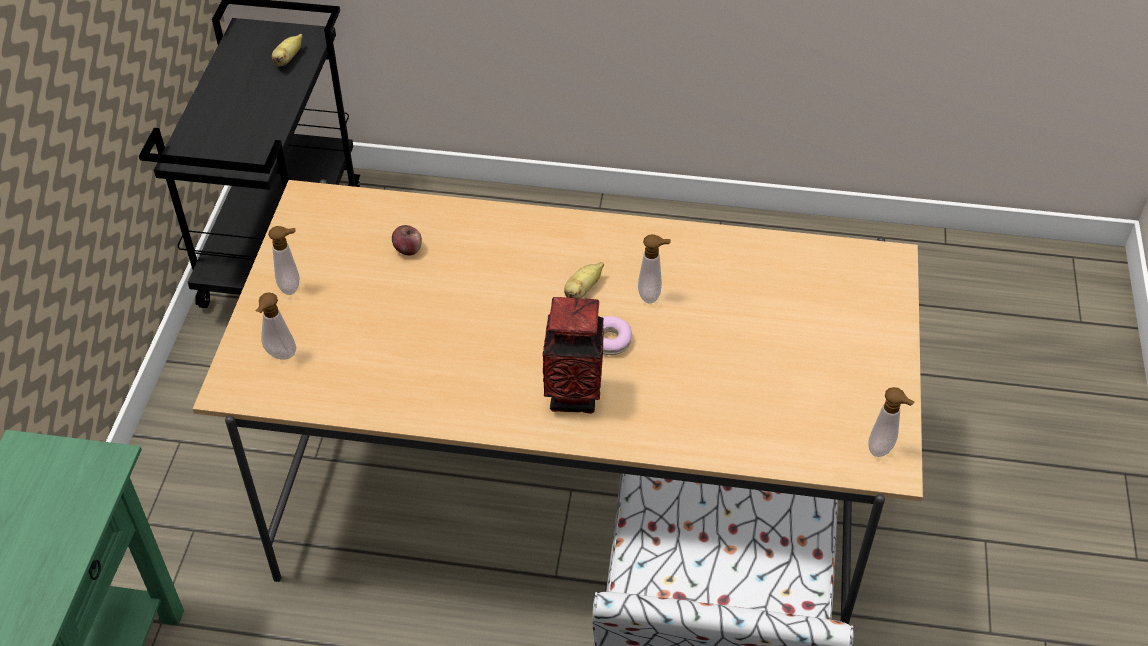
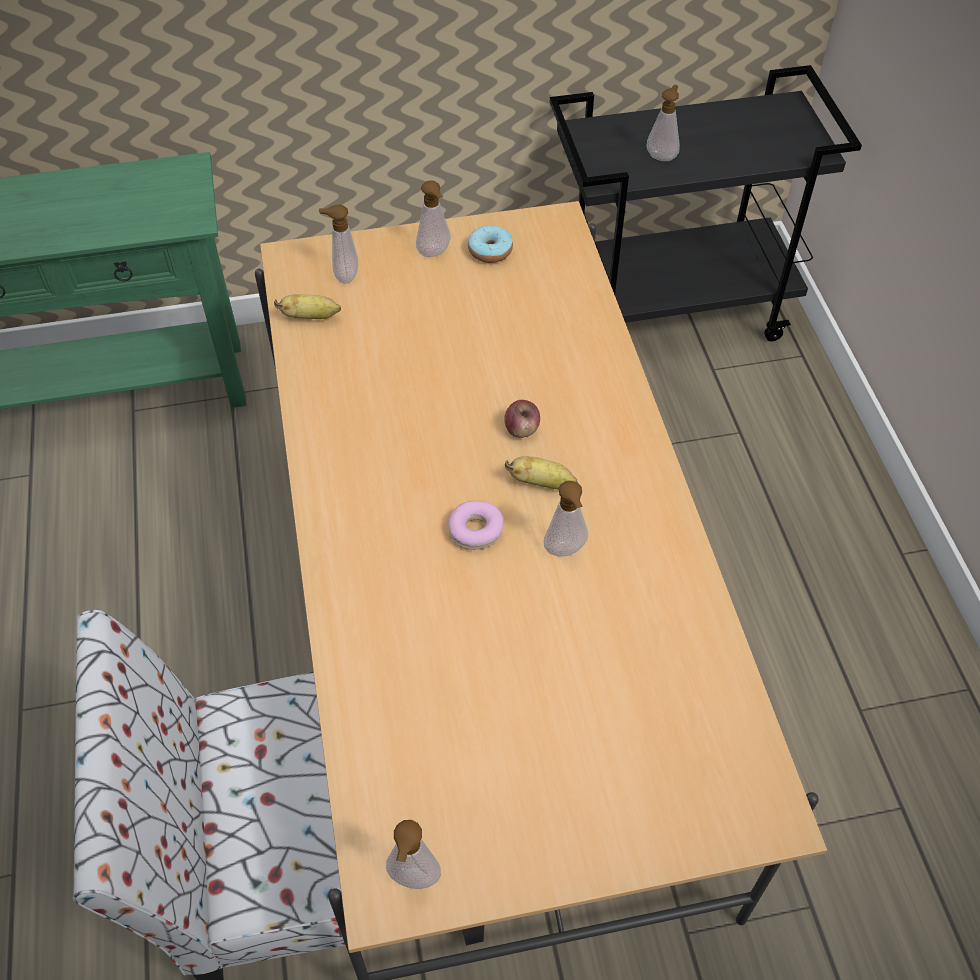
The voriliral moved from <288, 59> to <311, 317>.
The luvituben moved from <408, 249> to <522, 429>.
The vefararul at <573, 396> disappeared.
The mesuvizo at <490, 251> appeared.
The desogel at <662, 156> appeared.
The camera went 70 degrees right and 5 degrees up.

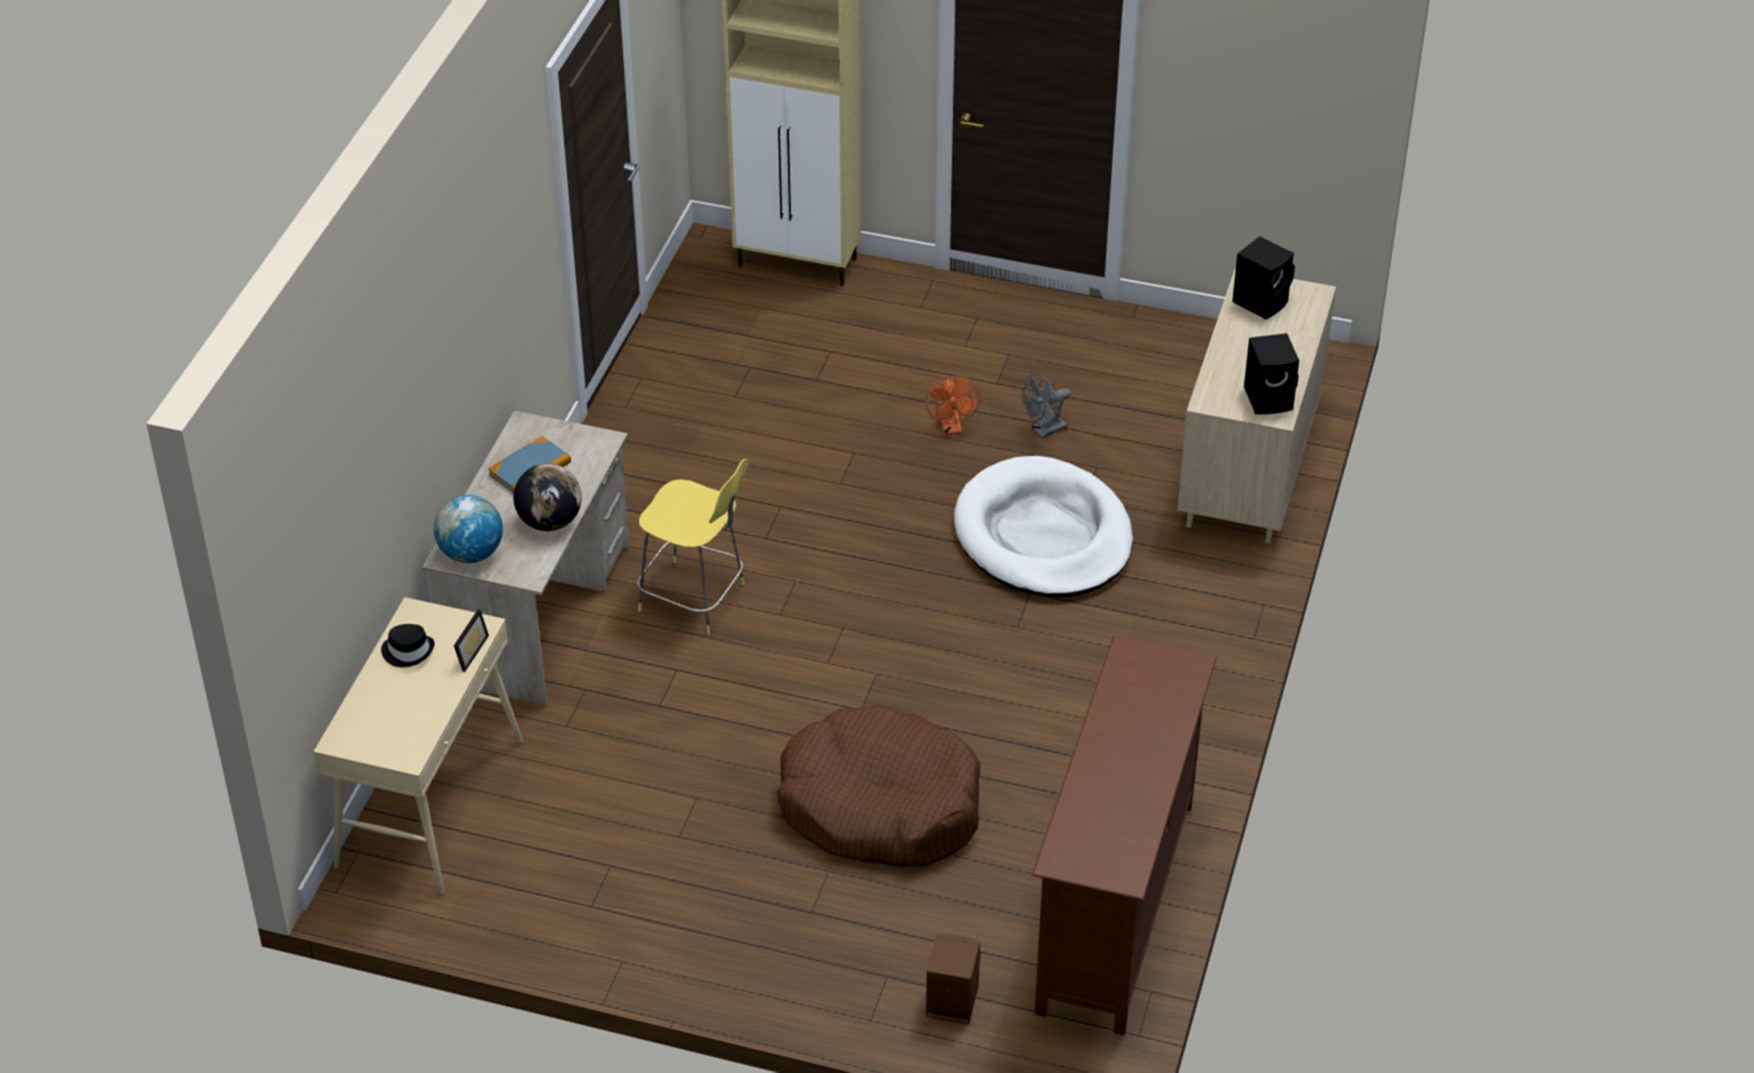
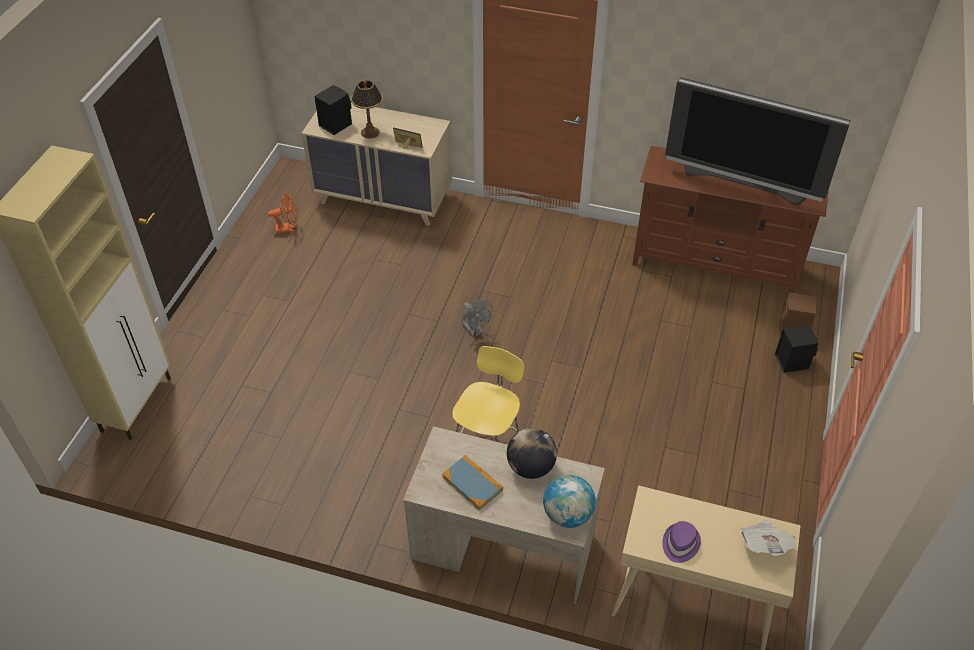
The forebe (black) at <408, 651> became the forebe (purple) at <680, 544>.
The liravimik moved from <467, 651> to <407, 147>.
The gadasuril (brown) at <880, 806> disappeared.
The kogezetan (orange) moved from <951, 428> to <288, 228>.
The gadasuril (white) at <1043, 536> disappeared.
The kogezetan (grey) moved from <1044, 431> to <475, 331>.
The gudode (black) moved from <1270, 399> to <791, 361>.
The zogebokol at <370, 132> appeared.
The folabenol at <743, 183> appeared.
The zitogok at <764, 545> appeared.
The camera went 90 degrees left and 5 degrees up.

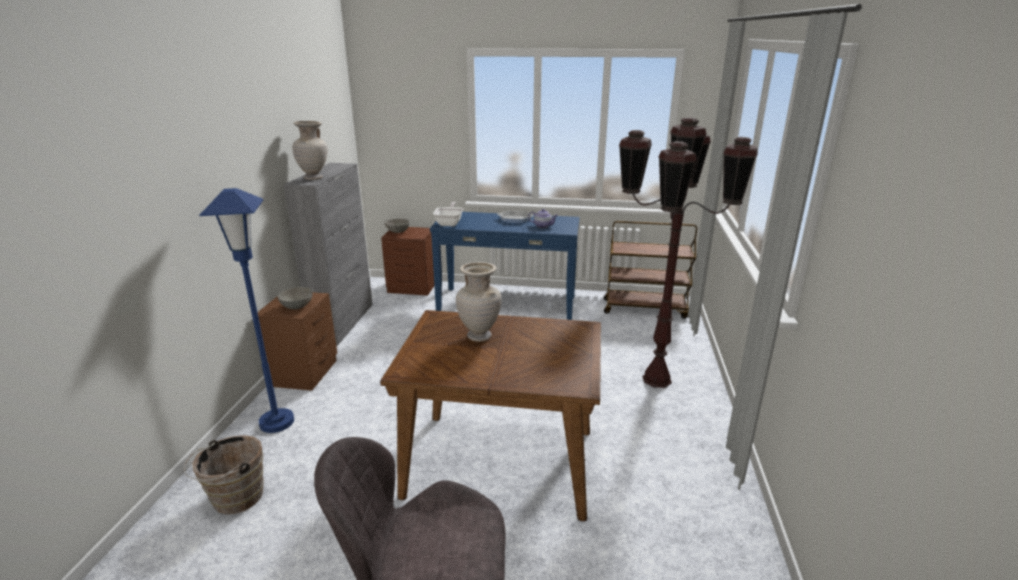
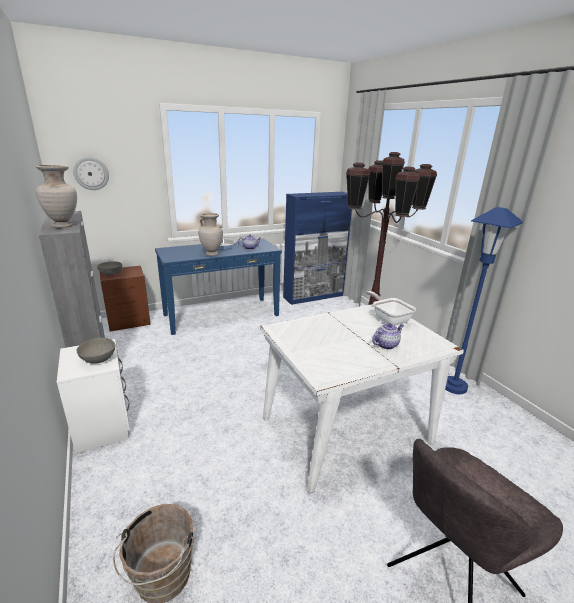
The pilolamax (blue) moved from <277, 422> to <454, 386>.
The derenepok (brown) at <306, 372> became the derenepok (white) at <103, 424>.
The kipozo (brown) at <502, 463> became the kipozo (white) at <346, 429>.
The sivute moved from <450, 223> to <389, 319>.
The vefararul (beige) moved from <480, 336> to <212, 254>.
The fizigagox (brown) at <645, 308> was replaced by the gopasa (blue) at <313, 296>.
The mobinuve at <91, 173> appeared.
The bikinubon at <386, 344> appeared.
The camera went 35 degrees left and 0 degrees up.

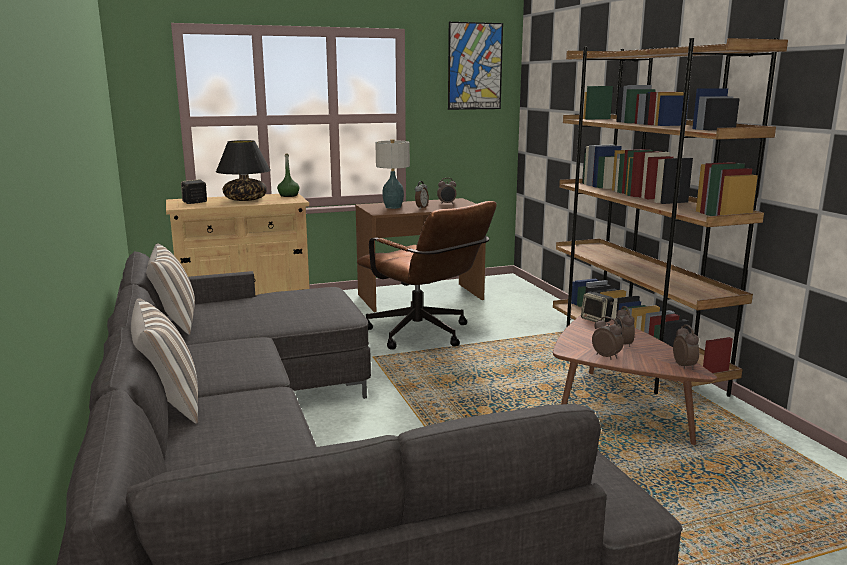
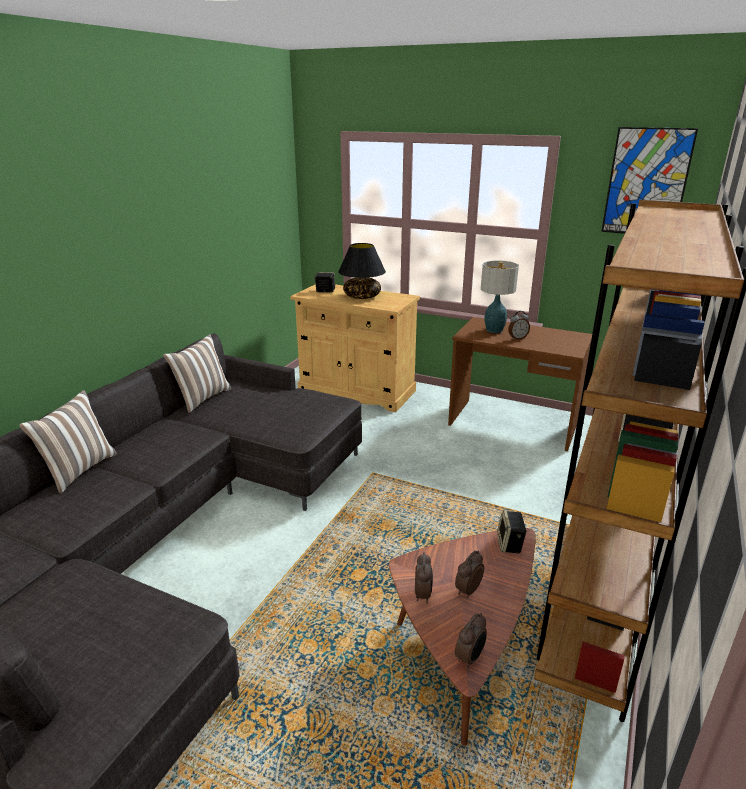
The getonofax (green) at <289, 195> disappeared.
The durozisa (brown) at <424, 336> disappeared.
The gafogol at <446, 203> disappeared.
The camera went 45 degrees right and 10 degrees up.

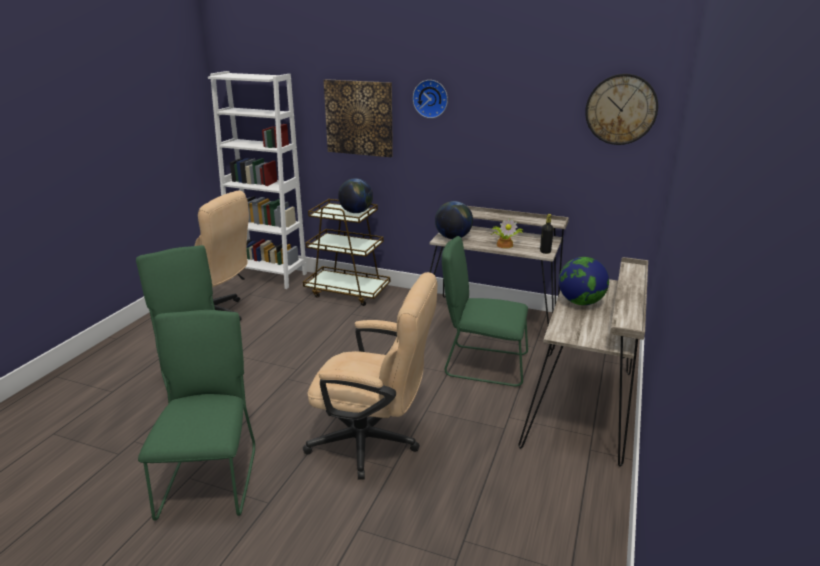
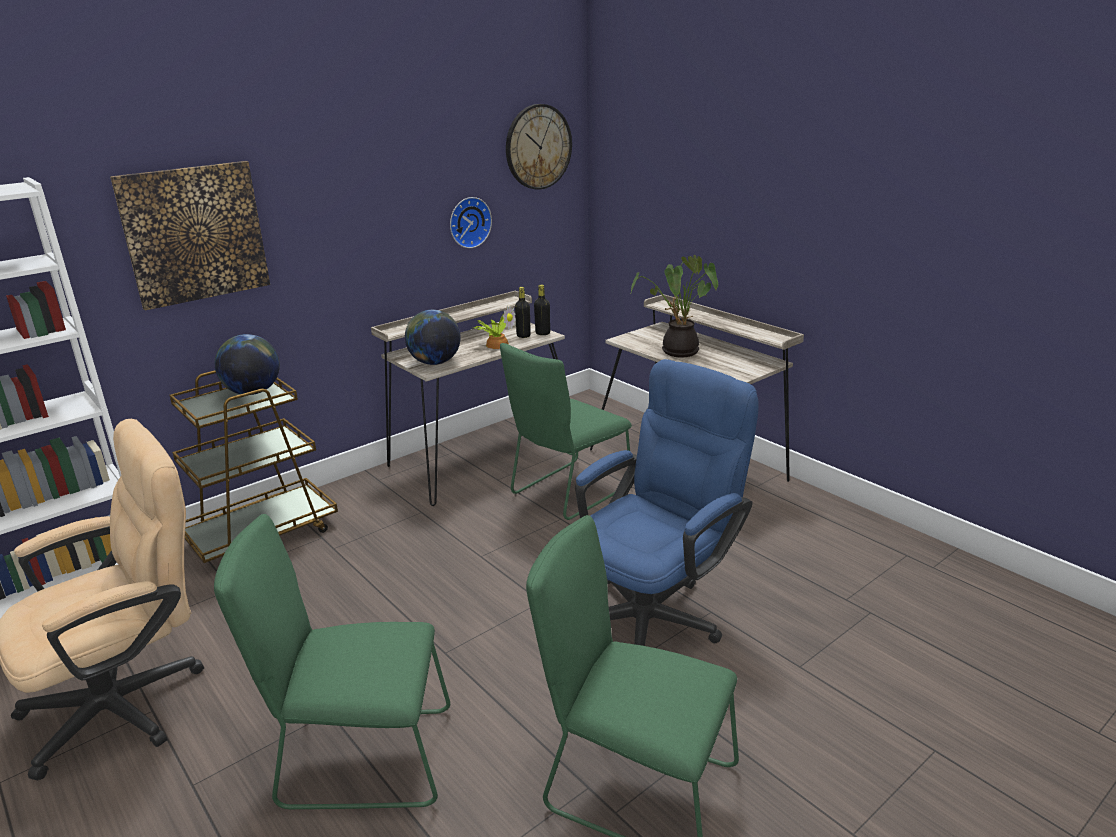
The durozisa (beige) at <373, 443> became the durozisa (blue) at <655, 613>.
The mobinuve moved from <431, 98> to <468, 222>.
The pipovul at <580, 302> was replaced by the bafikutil at <677, 352>.
The getonofax (black) at <523, 336> appeared.
The camera went 60 degrees left and 0 degrees up.

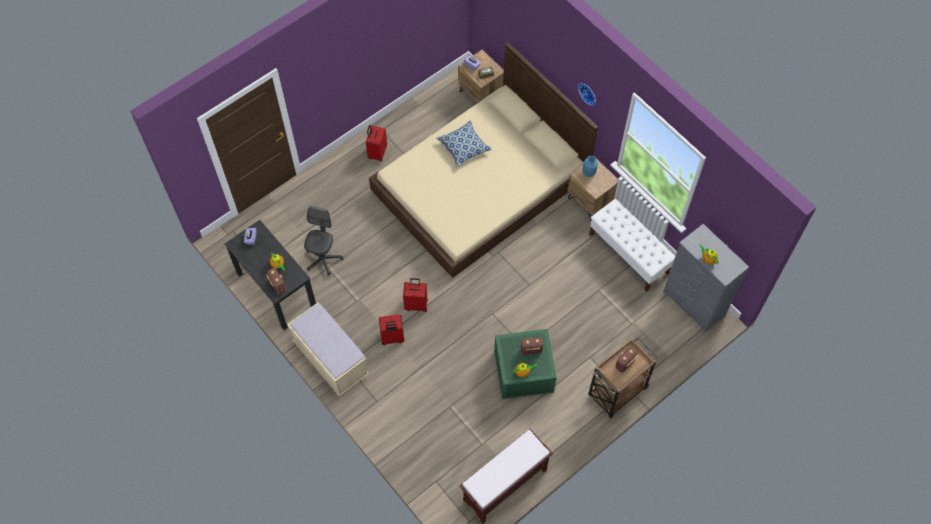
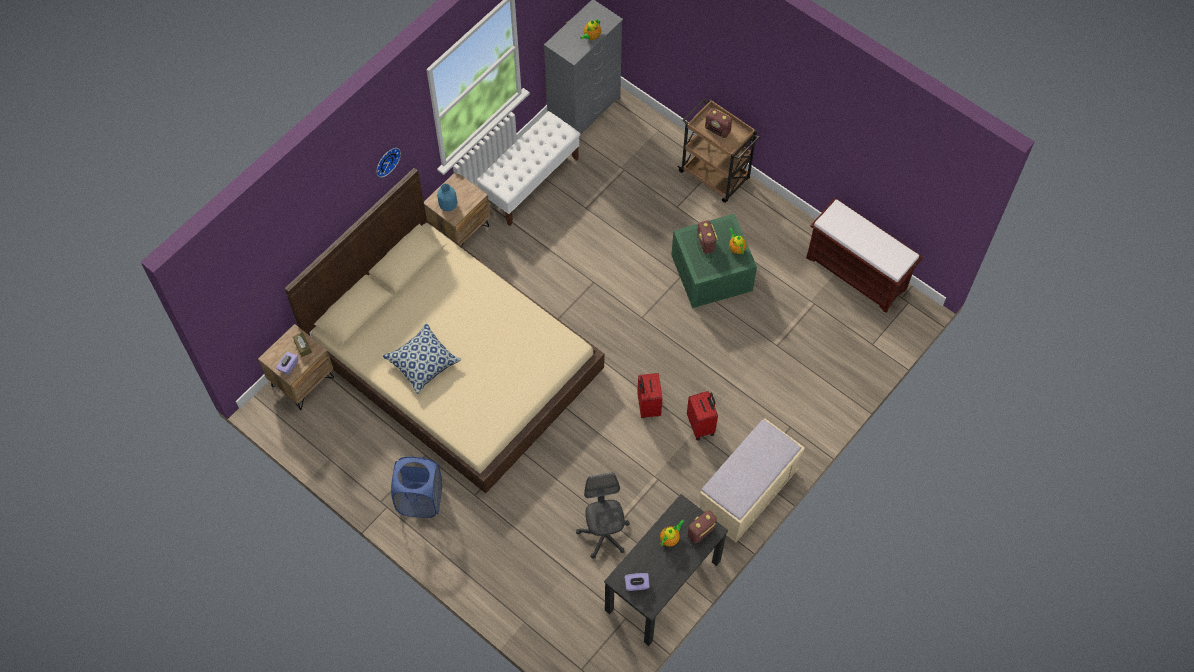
The durozisa (grey) at <323, 259> turned 75 degrees clockwise.
The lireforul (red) at <377, 153> was replaced by the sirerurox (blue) at <420, 500>.
The camera went 100 degrees left and 0 degrees up.

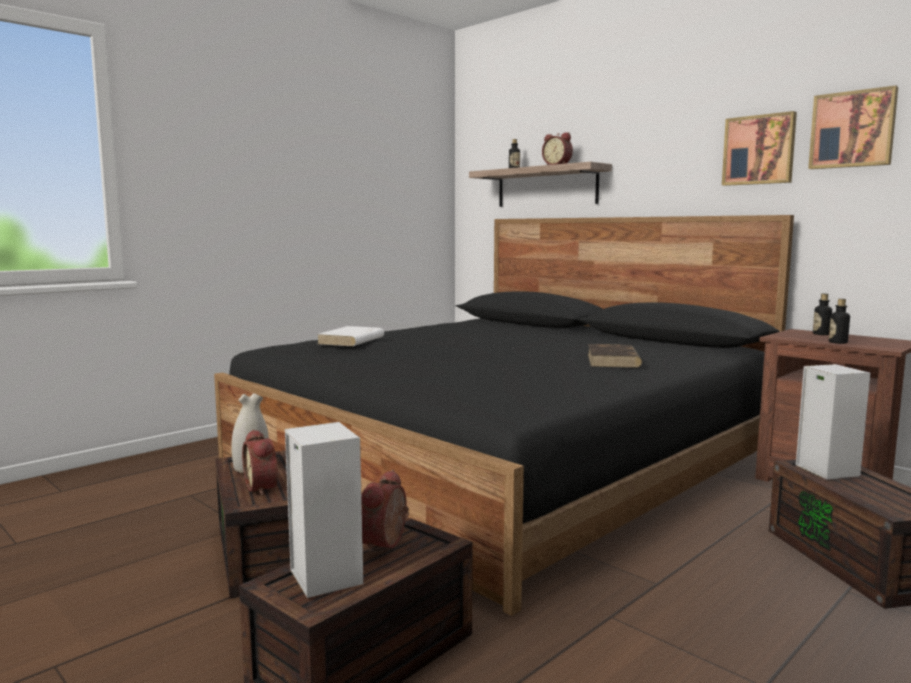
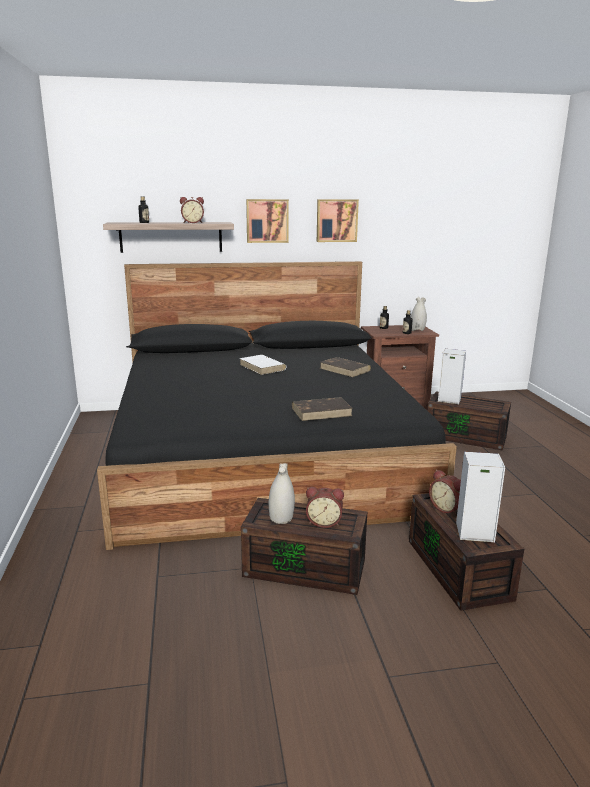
The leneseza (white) moved from <351, 340> to <262, 367>.
The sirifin moved from <852, 129> to <267, 221>.
The leneseza (brown) at <322, 412> appeared.
The vefararul (white) at <417, 330> appeared.
The camera went 55 degrees left and 10 degrees up.

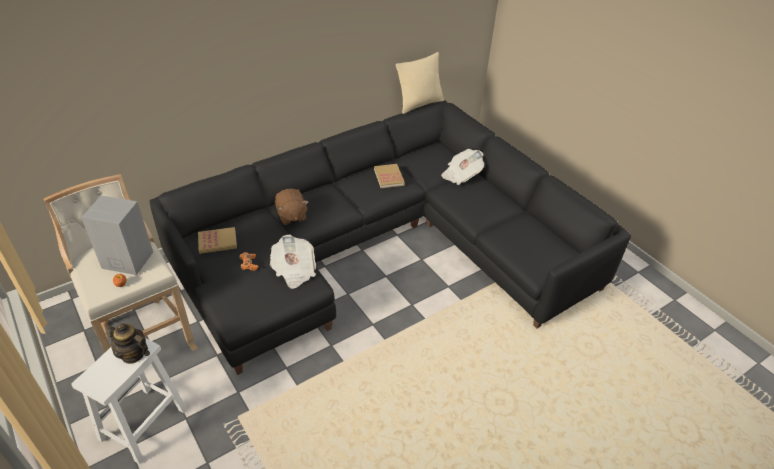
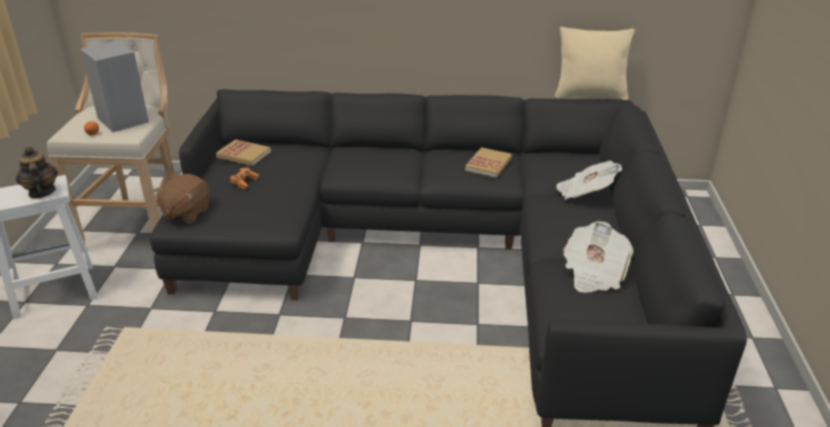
The zitogok moved from <294, 270> to <593, 273>.
The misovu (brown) moved from <291, 216> to <186, 213>.
The camera went 40 degrees right and 10 degrees down.

